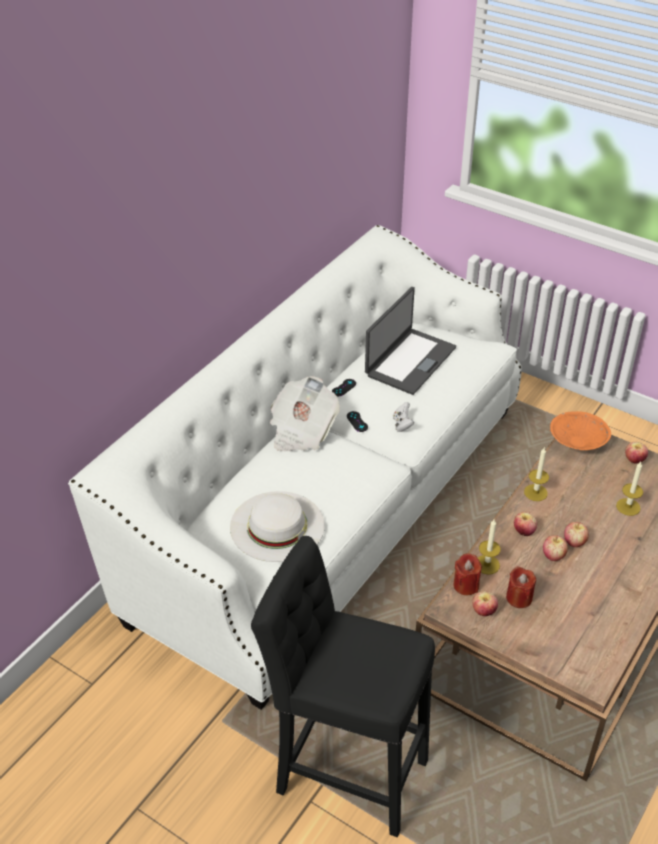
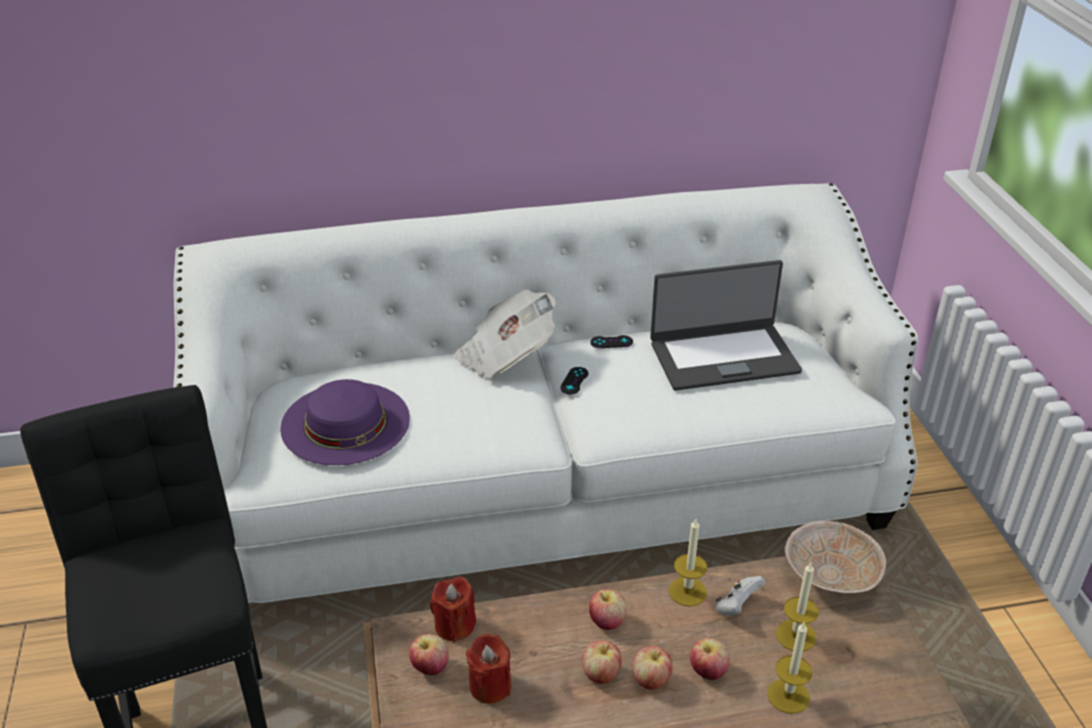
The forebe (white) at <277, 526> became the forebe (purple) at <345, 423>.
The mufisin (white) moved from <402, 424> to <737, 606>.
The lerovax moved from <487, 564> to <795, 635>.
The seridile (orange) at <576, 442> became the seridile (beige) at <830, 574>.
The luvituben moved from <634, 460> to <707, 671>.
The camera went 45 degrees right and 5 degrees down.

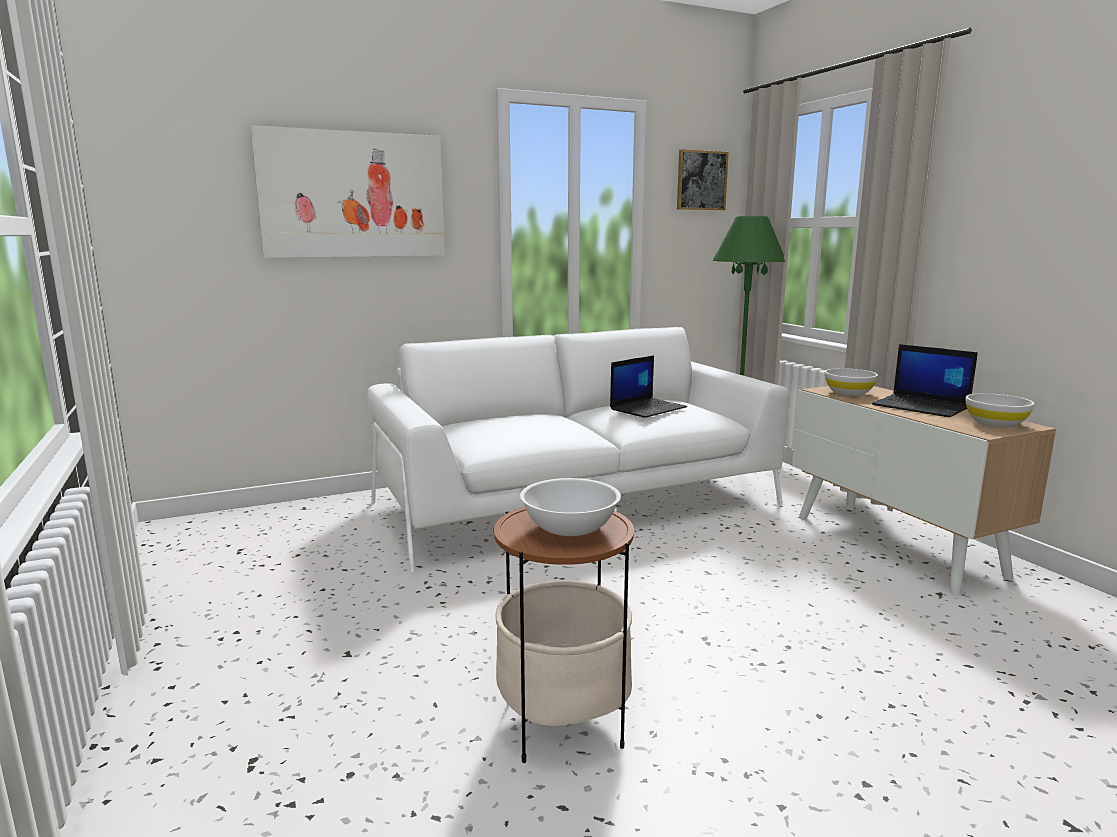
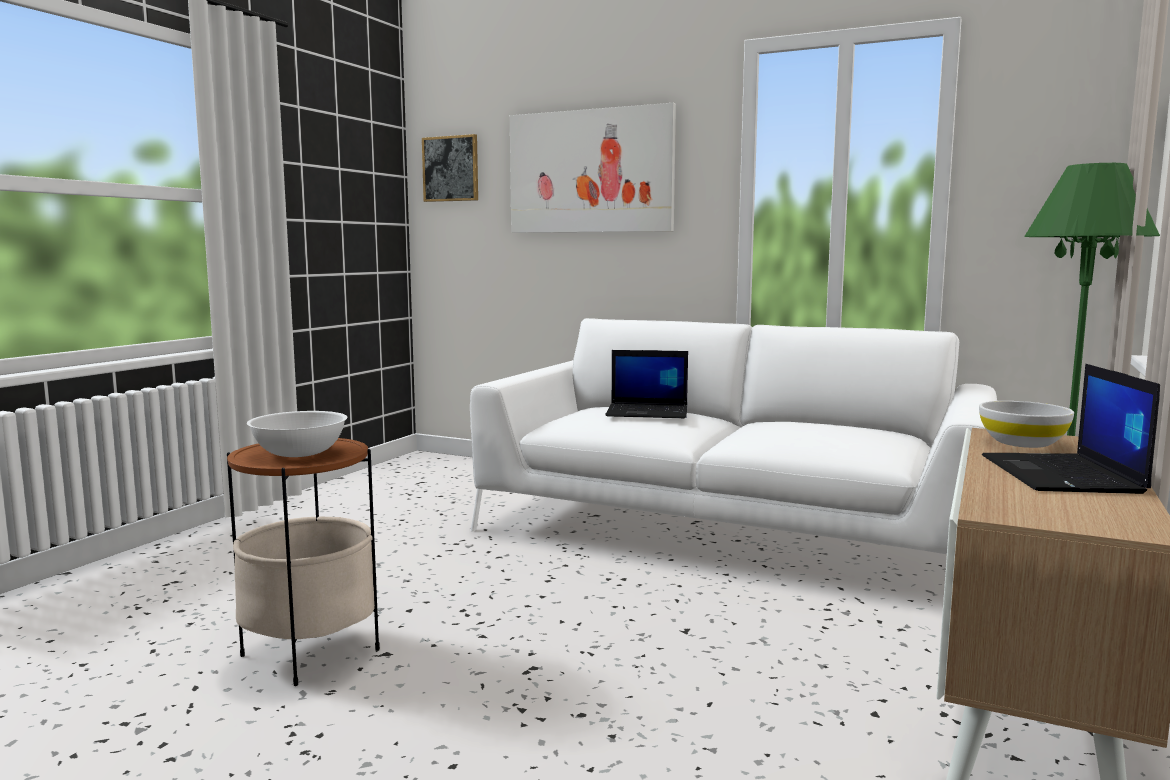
The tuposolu moved from <648, 408> to <648, 412>.
The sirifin moved from <701, 180> to <451, 169>.
The seridile (white) at <996, 423> disappeared.
The camera went 50 degrees right and 5 degrees down.

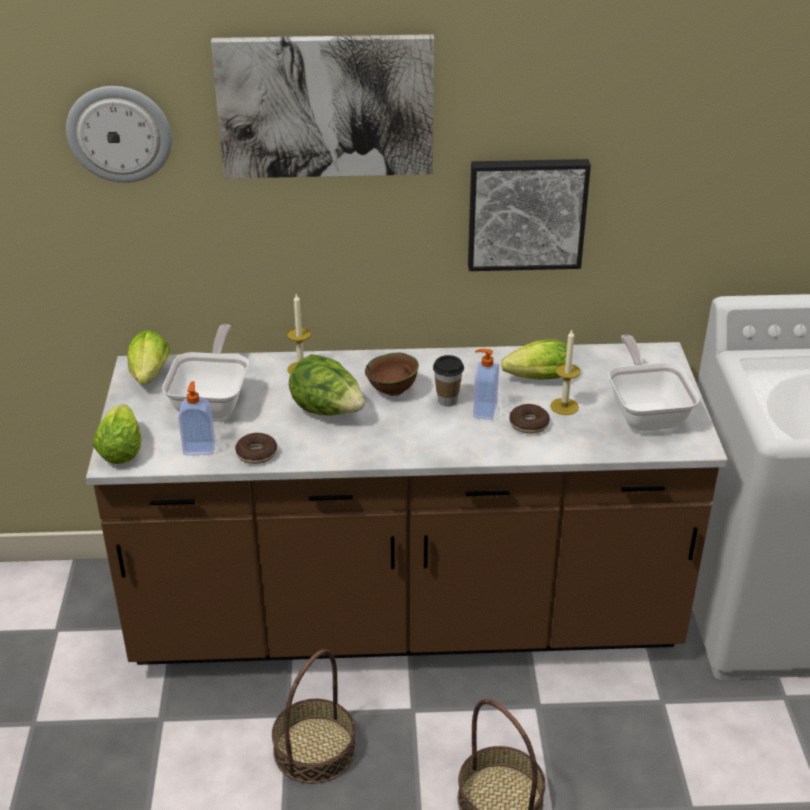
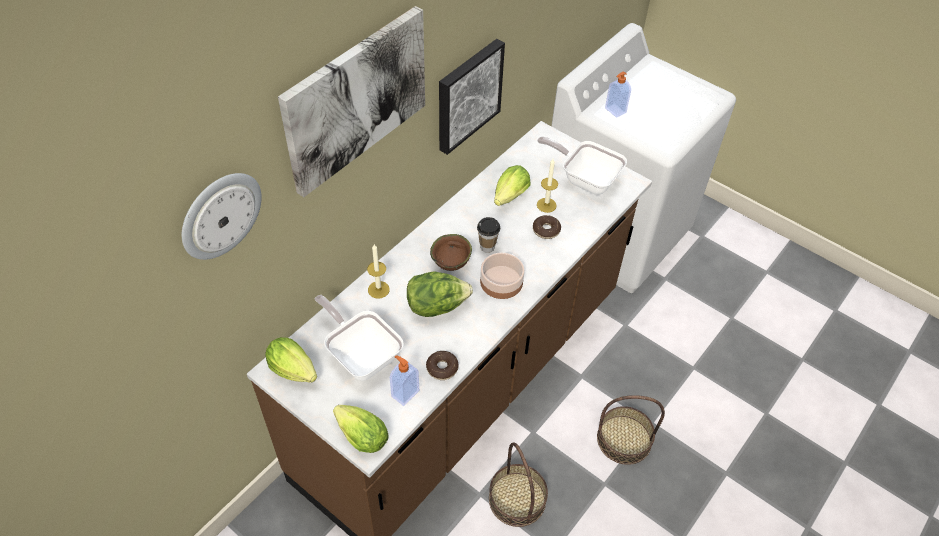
The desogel moved from <483, 411> to <614, 111>.
The seridile at <501, 282> appeared.
The camera went 50 degrees left and 15 degrees up.

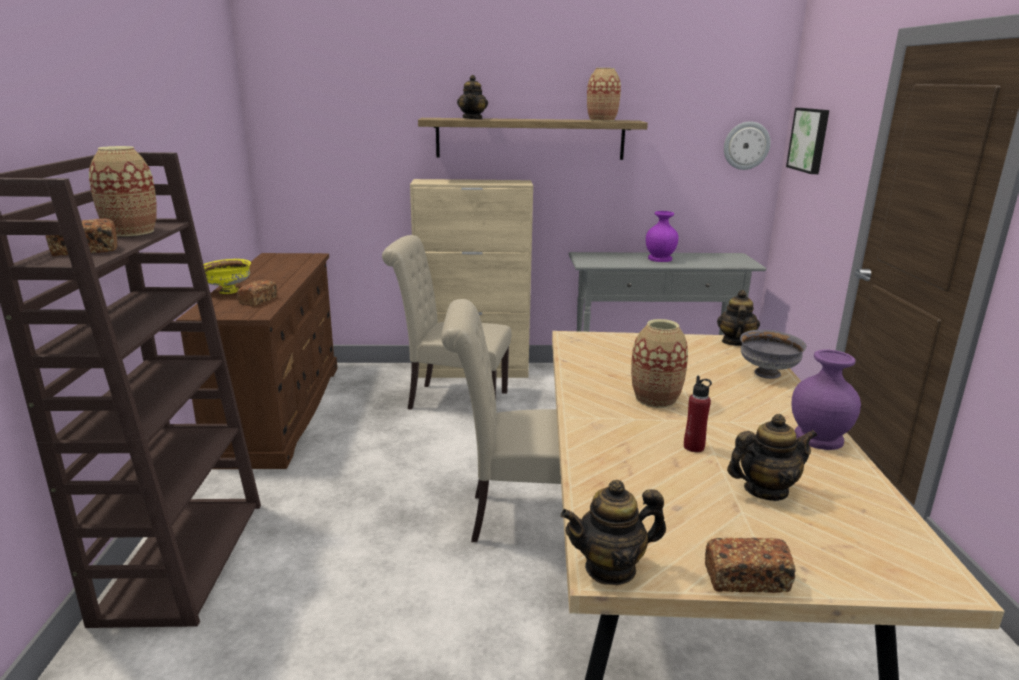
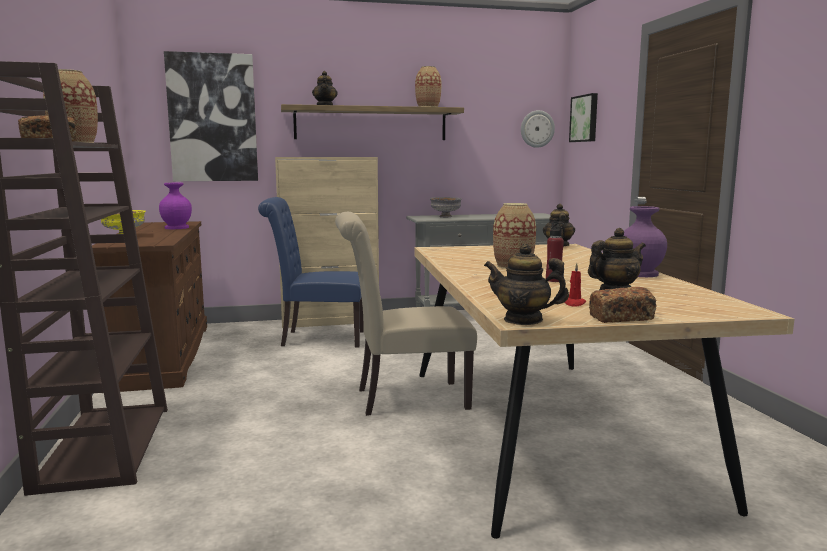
The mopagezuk at <258, 301> disappeared.
The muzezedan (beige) at <451, 400> became the muzezedan (blue) at <317, 338>.
The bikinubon at <610, 568> turned 45 degrees clockwise.
The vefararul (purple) moved from <659, 259> to <176, 228>.
The seridile (grey) moved from <768, 374> to <446, 217>.
The sirifin at <212, 118> appeared.
The lerovax (red) at <574, 303> appeared.
The camera went 10 degrees left and 10 degrees down.

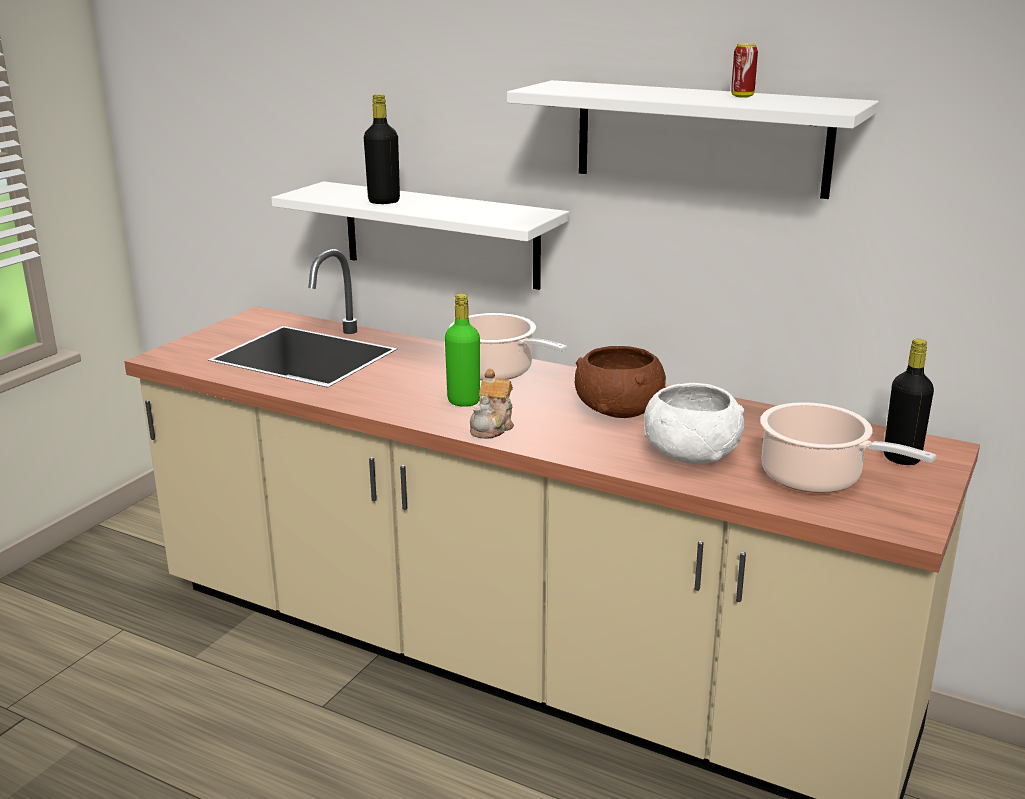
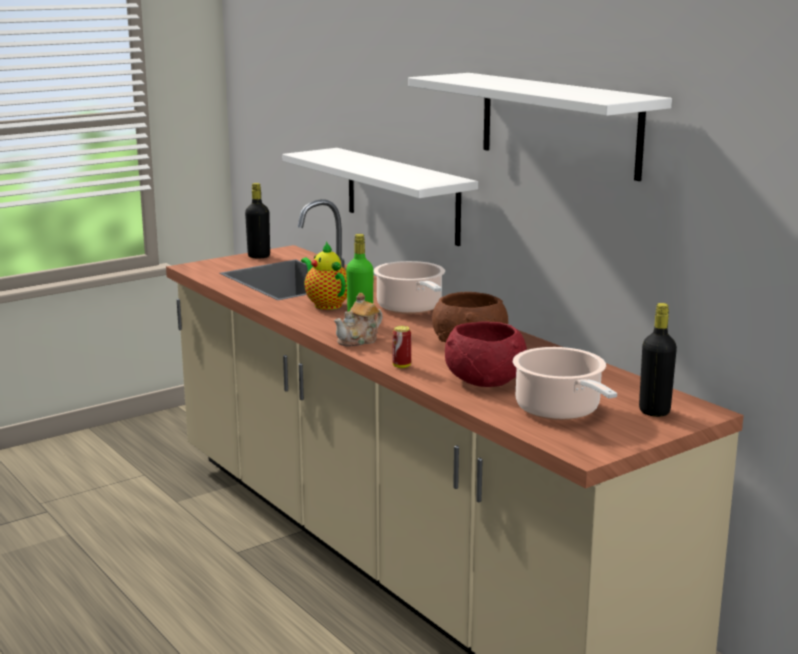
The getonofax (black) moved from <384, 201> to <259, 256>.
The seridile (white) at <692, 453> became the seridile (red) at <485, 379>.
The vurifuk moved from <742, 96> to <401, 366>.
The bikinubon at <326, 304> appeared.
The camera went 25 degrees right and 5 degrees down.

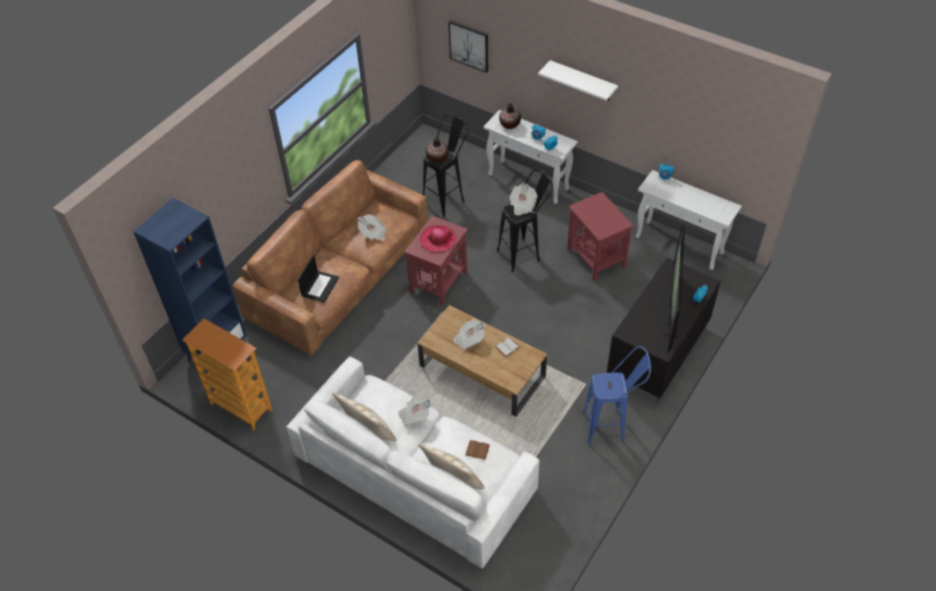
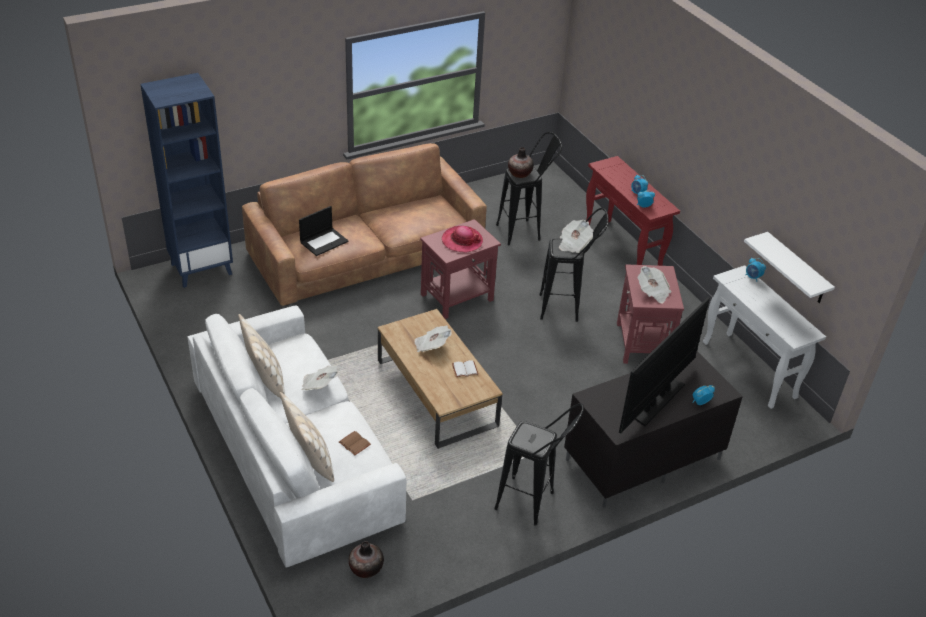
The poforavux at <240, 407> disappeared.
The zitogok moved from <373, 233> to <653, 292>.
The sirifin at <469, 45> disappeared.
The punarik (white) at <529, 182> became the punarik (red) at <622, 249>.
The vefararul moved from <509, 124> to <366, 568>.
The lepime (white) moved from <583, 81> to <796, 269>.
The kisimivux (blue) at <611, 426> became the kisimivux (black) at <533, 504>.
The camera went 25 degrees right and 10 degrees down.

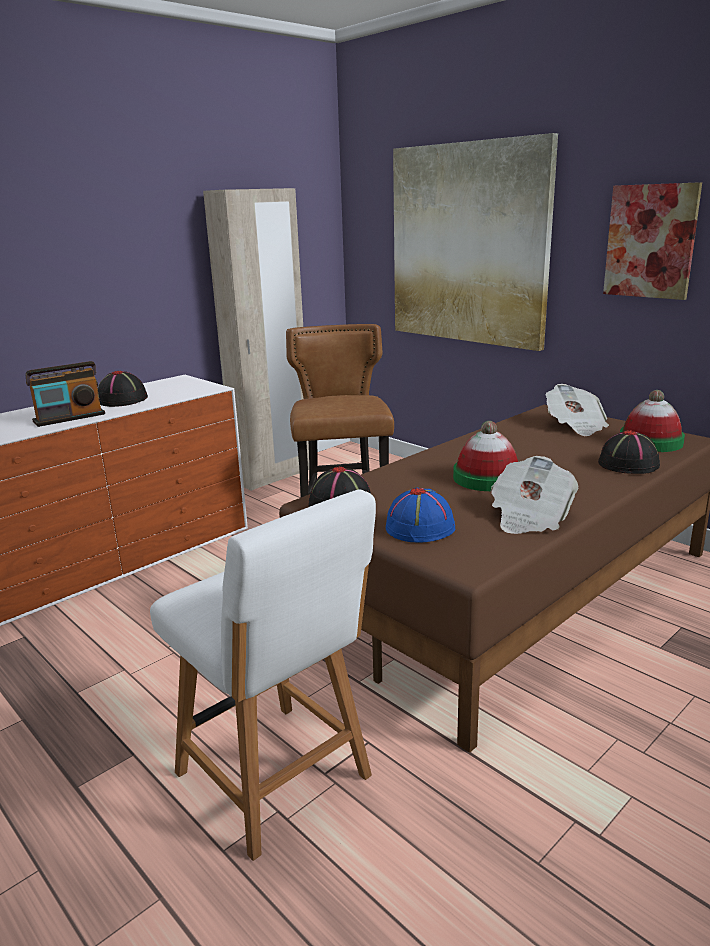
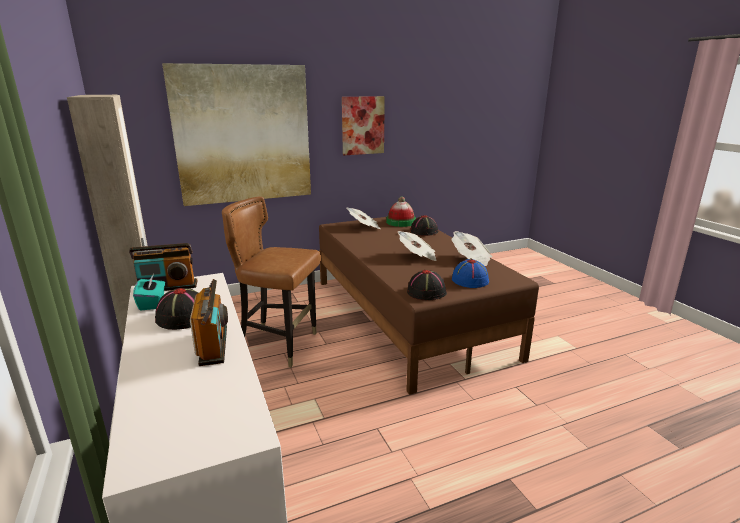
The muzezedan (white) at <277, 778> disappeared.
The forebe at <487, 478> was replaced by the zitogok at <417, 256>.
The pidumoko at <167, 287> appeared.
The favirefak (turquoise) at <152, 303> appeared.
The camera went 70 degrees left and 0 degrees up.

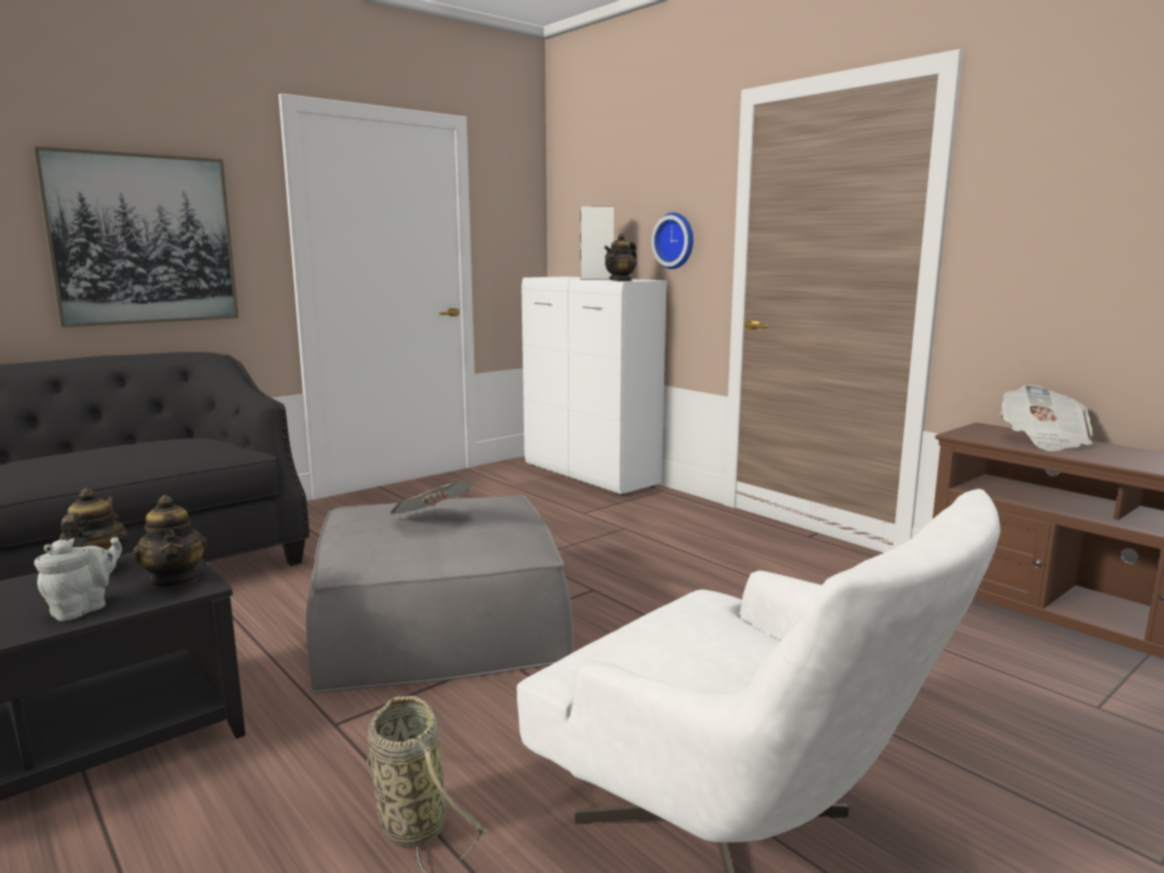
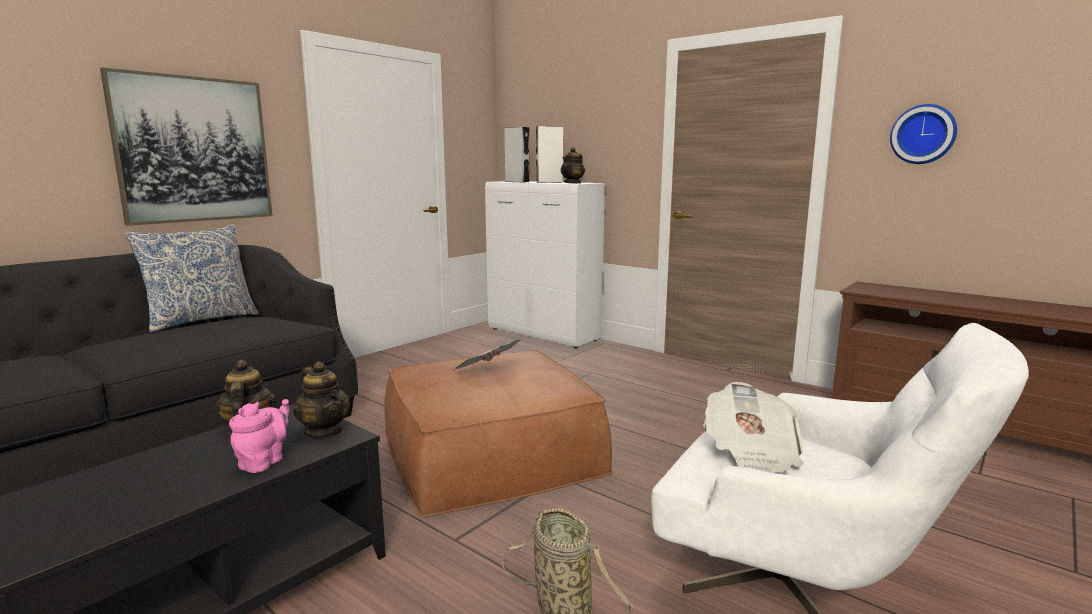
The bikinubon (grey) at <83, 609> became the bikinubon (pink) at <264, 461>.
The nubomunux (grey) at <440, 619> became the nubomunux (brown) at <491, 451>.
The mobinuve moved from <676, 241> to <923, 134>.
The zitogok moved from <1043, 441> to <751, 454>.
The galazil at <201, 320> appeared.
The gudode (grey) at <517, 182> appeared.
The camera went 10 degrees left and 0 degrees up.

